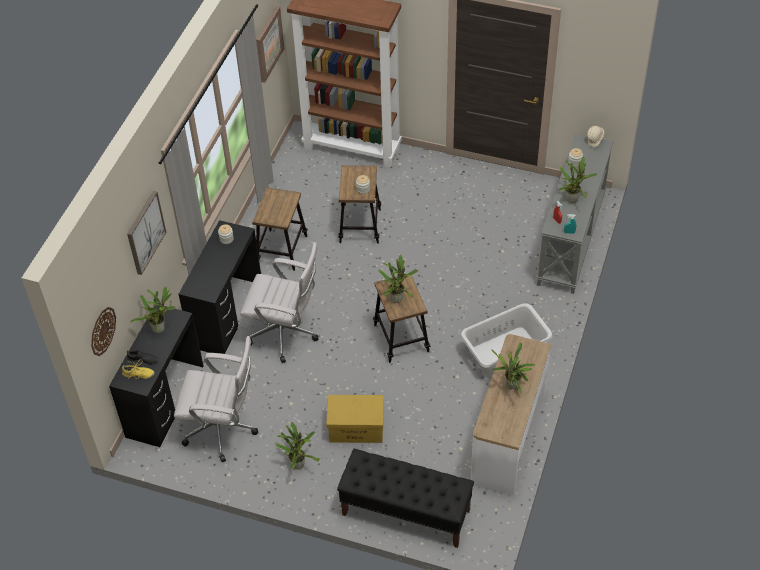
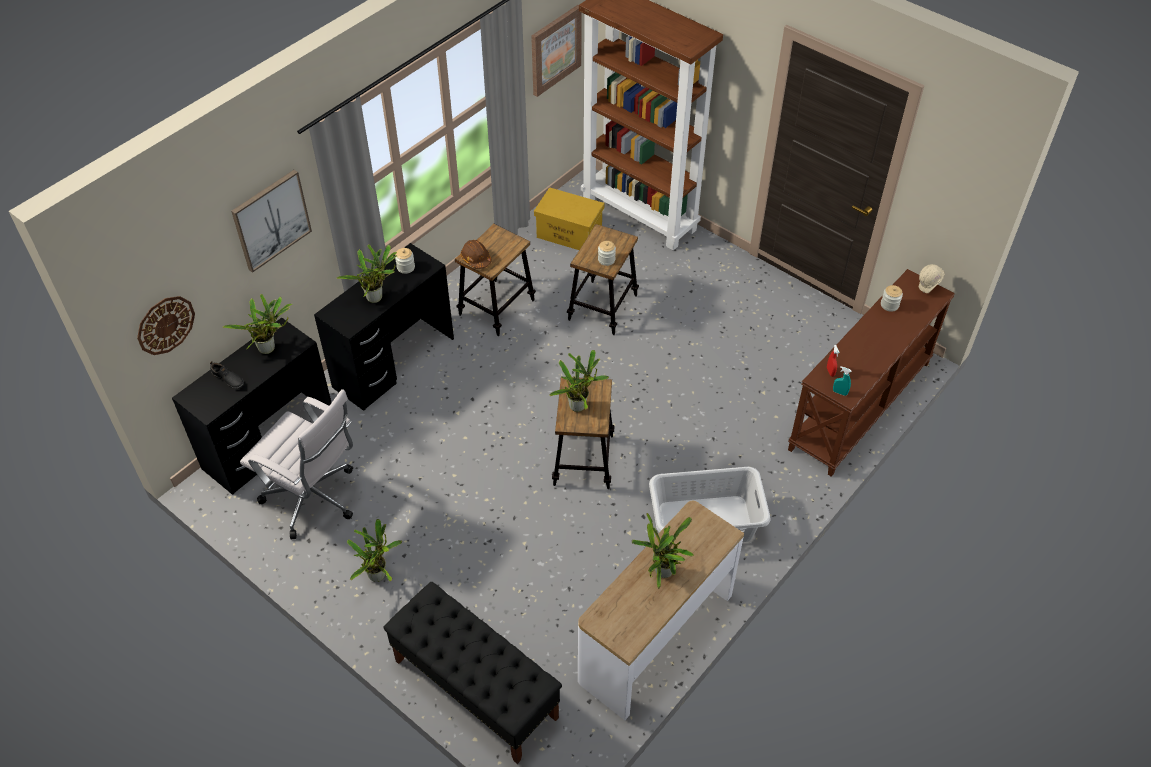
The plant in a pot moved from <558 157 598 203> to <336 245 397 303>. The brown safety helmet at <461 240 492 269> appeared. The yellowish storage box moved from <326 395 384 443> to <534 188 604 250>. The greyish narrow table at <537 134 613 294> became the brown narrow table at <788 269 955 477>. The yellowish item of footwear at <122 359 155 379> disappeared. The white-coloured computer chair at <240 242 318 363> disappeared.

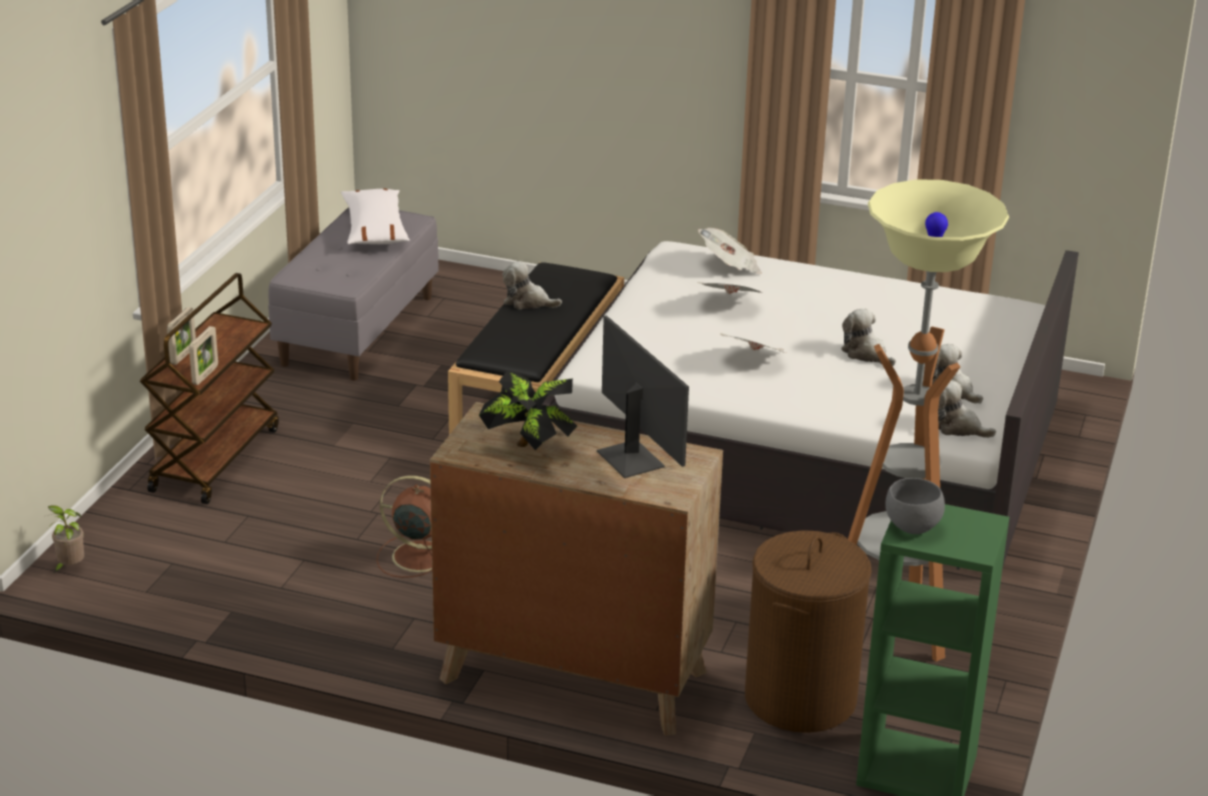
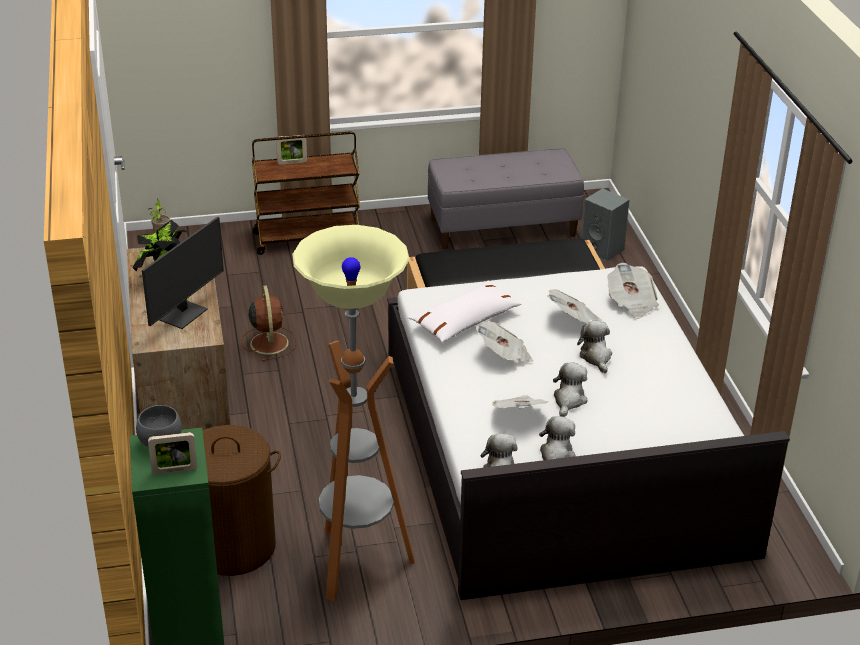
The standing frame moved from <189 326 218 385> to <148 432 197 475>. The white-coloured pillow moved from <341 189 410 244> to <407 280 521 342>. The daily paper at <492 395 549 408> appeared. The cuddly toy moved from <503 261 562 309> to <577 320 612 373>. The greyish audio speaker at <582 188 629 261> appeared.

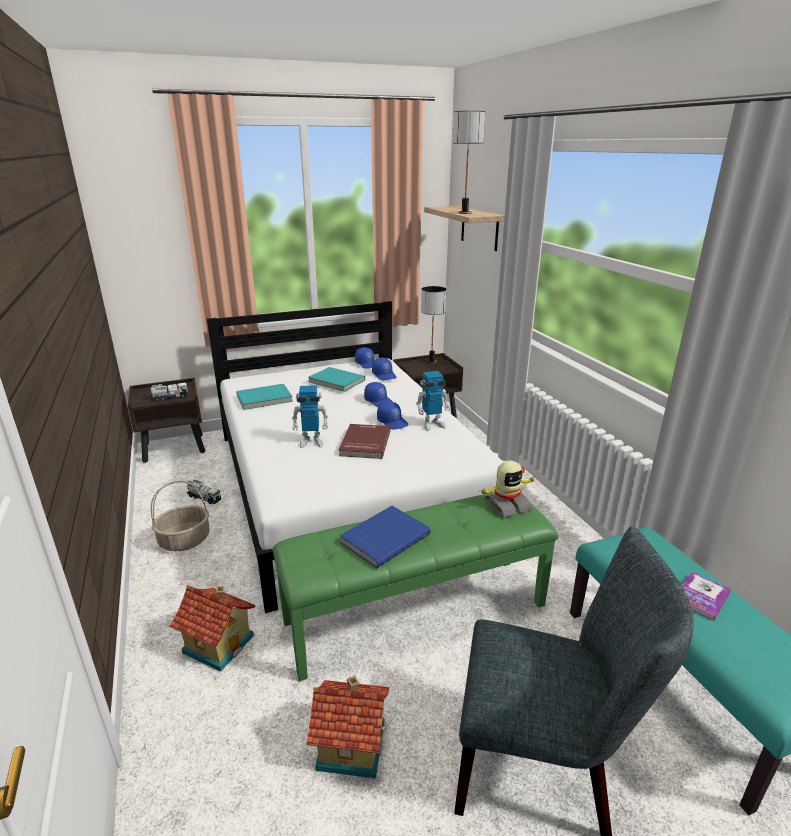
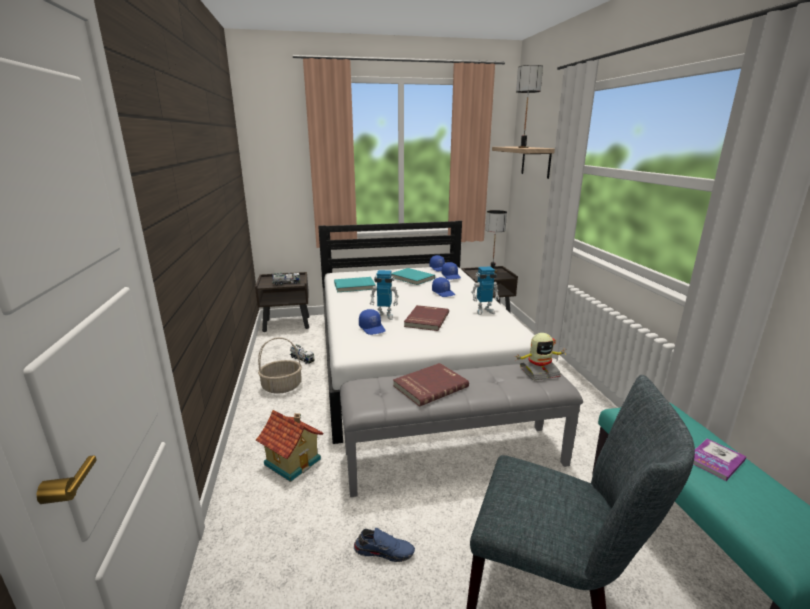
The green indoor bench at <272 492 559 681> became the greyish indoor bench at <340 364 583 497>. The model house at <306 676 389 778> was replaced by the bluish item of footwear at <354 528 415 562>. The bluish peaked cap moved from <377 401 409 430> to <359 309 386 335>. The bluish book at <339 506 431 568> became the red book at <393 363 469 407>.

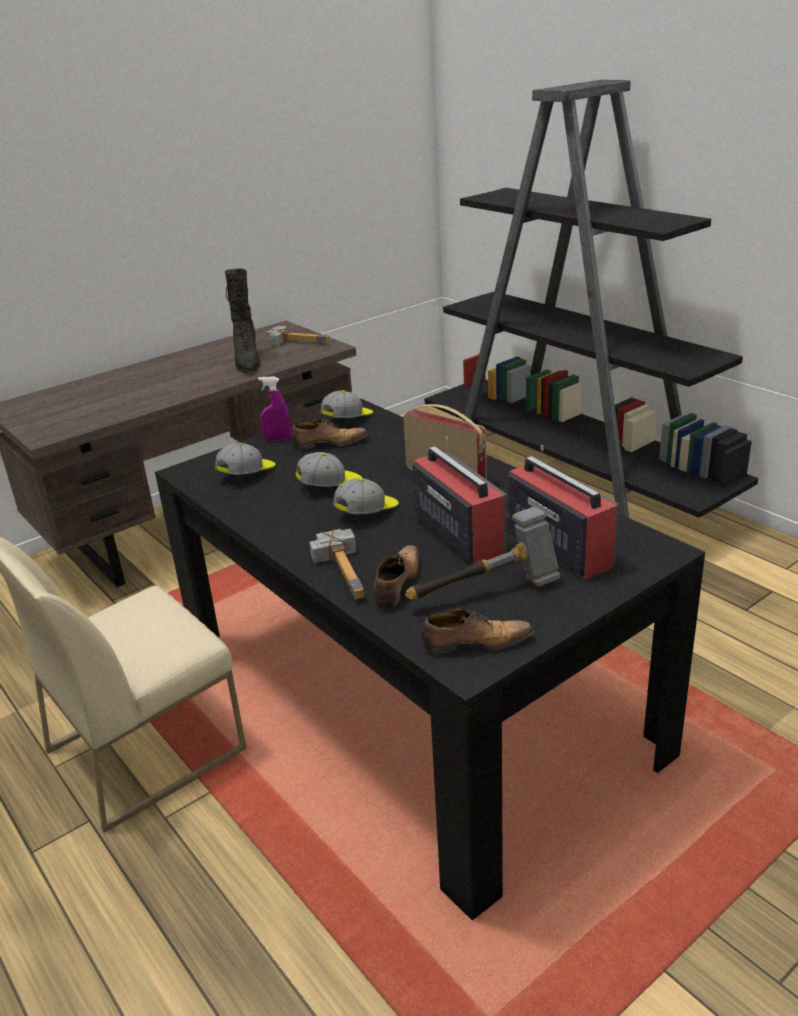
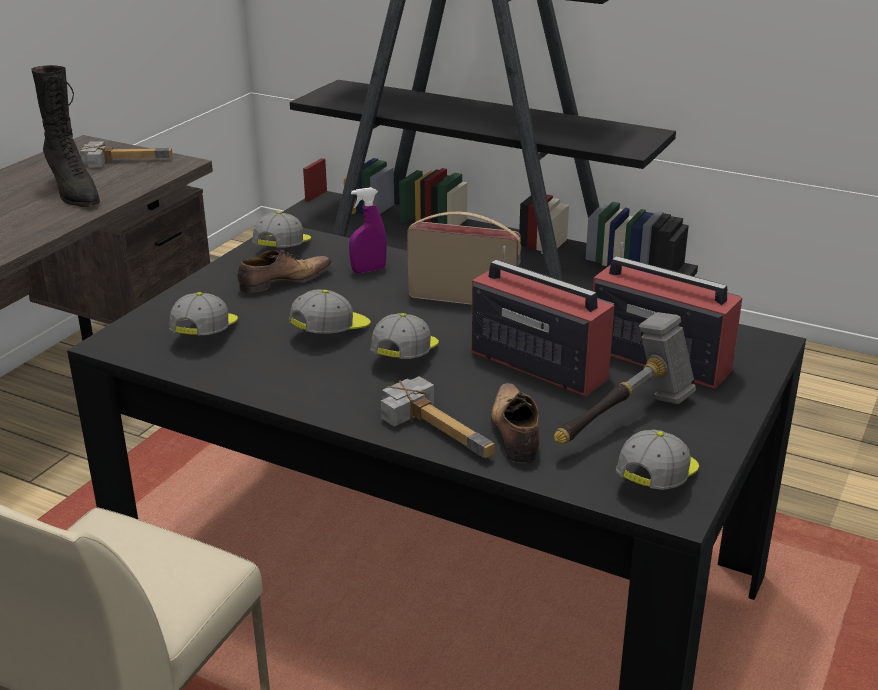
The purple-coloured spray bottle moved from <258 376 291 441> to <349 187 387 273>. The item of footwear at <421 609 534 653> was replaced by the peaked cap at <616 430 699 490>.

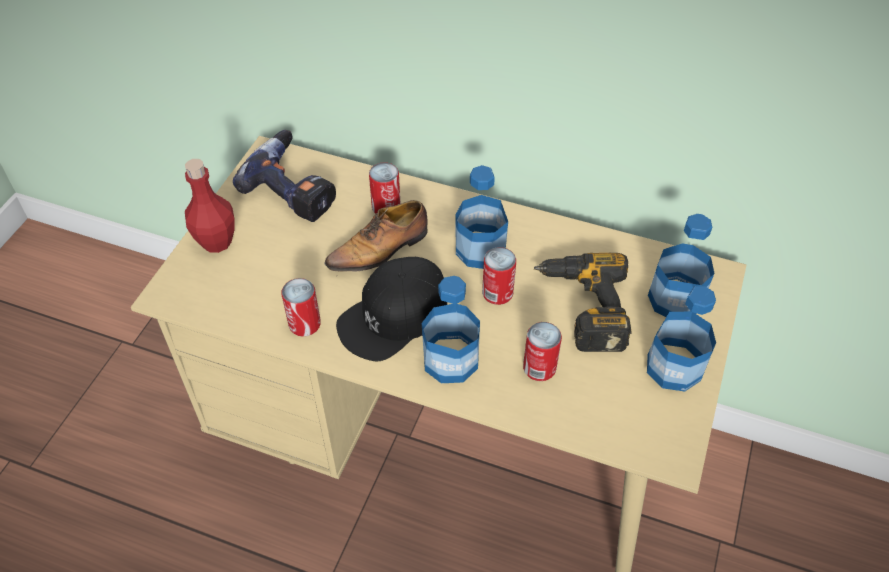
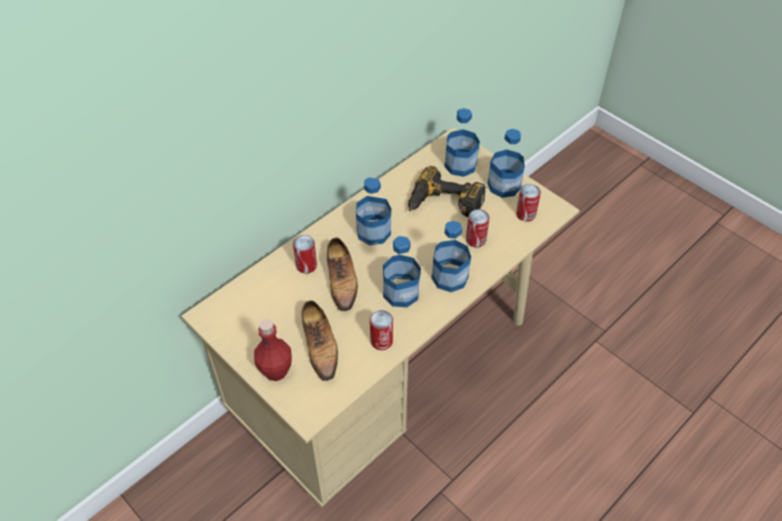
The item of footwear at <302 300 338 381> appeared. The black-coloured peaked cap at <336 257 447 361> was replaced by the beverage bottle at <383 236 421 307>. The sealed can moved from <482 247 516 305> to <516 184 541 222>. The electric drill at <233 130 336 222> disappeared.

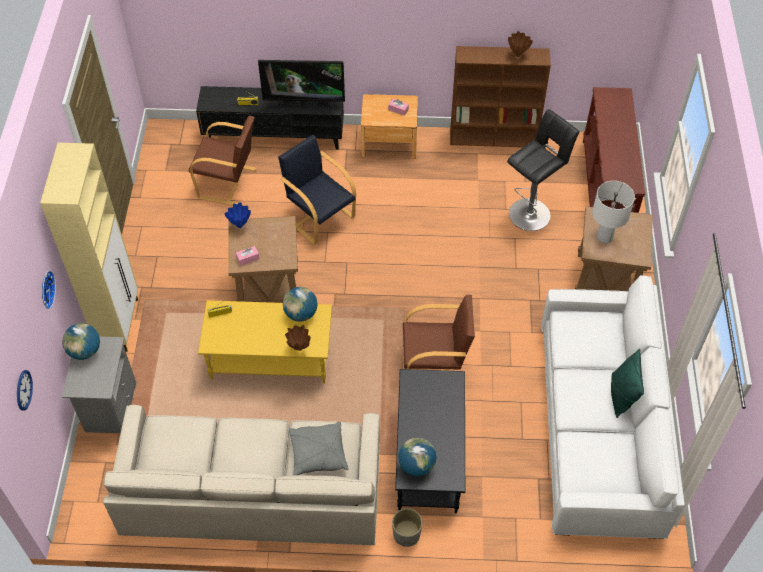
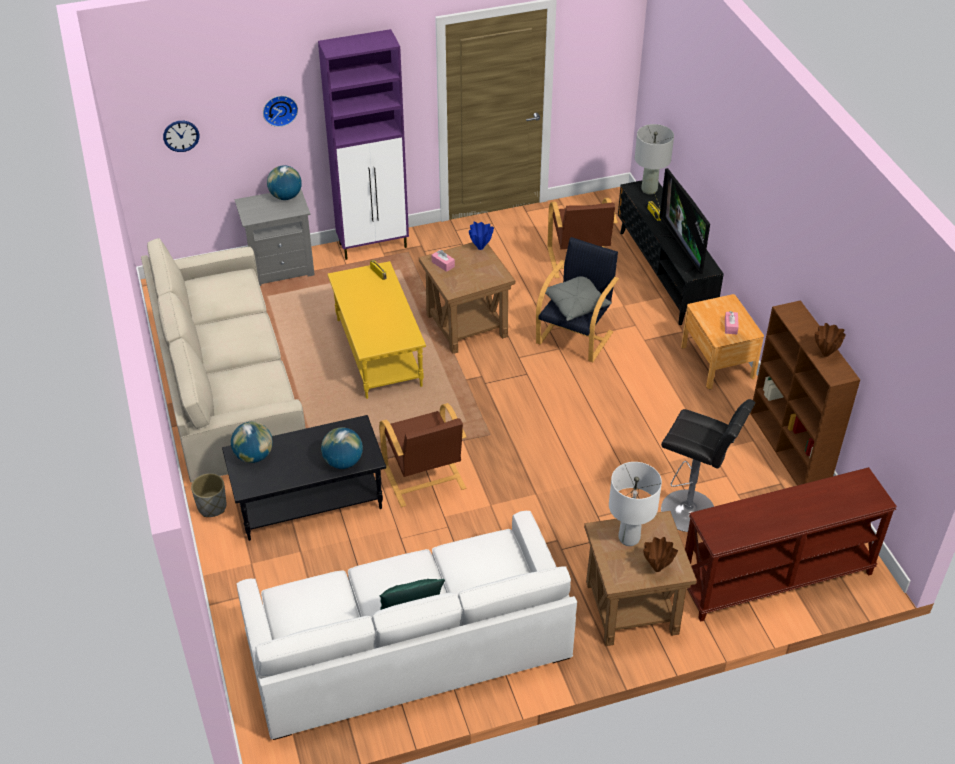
The sand-coloured storage cabinet at <40 143 138 352> became the purple-coloured storage cabinet at <318 29 409 260>. The desk globe moved from <283 287 317 322> to <321 427 363 469>. The greyish pillow moved from <288 421 348 475> to <545 276 612 321>. The greyish table lamp at <635 124 674 194> appeared. The brown decorative vase moved from <285 325 310 351> to <643 537 678 572>.

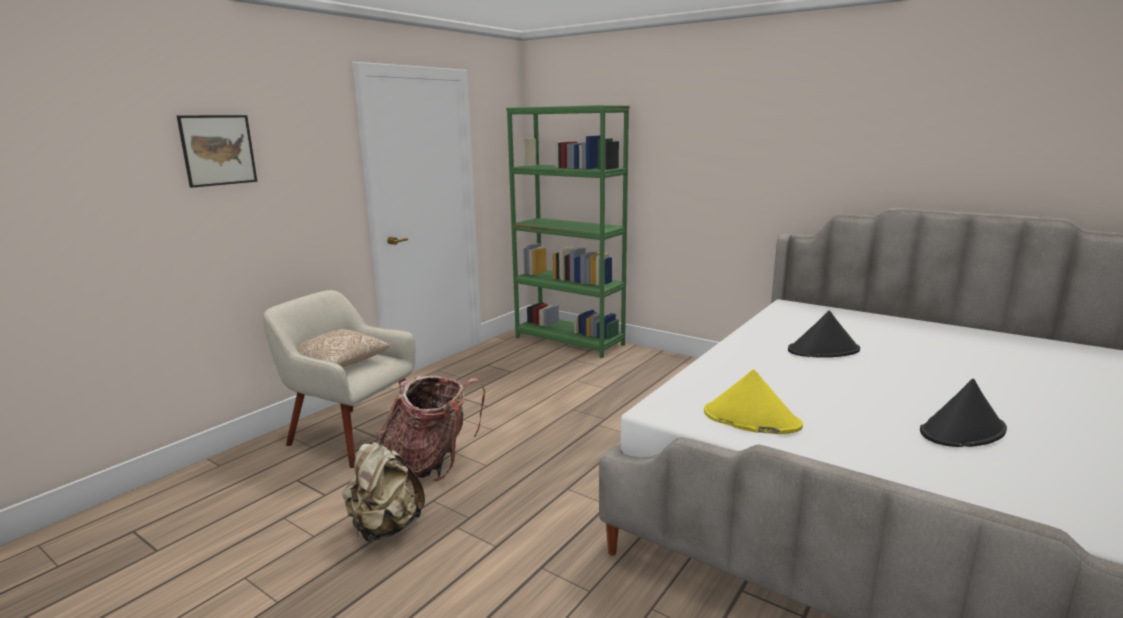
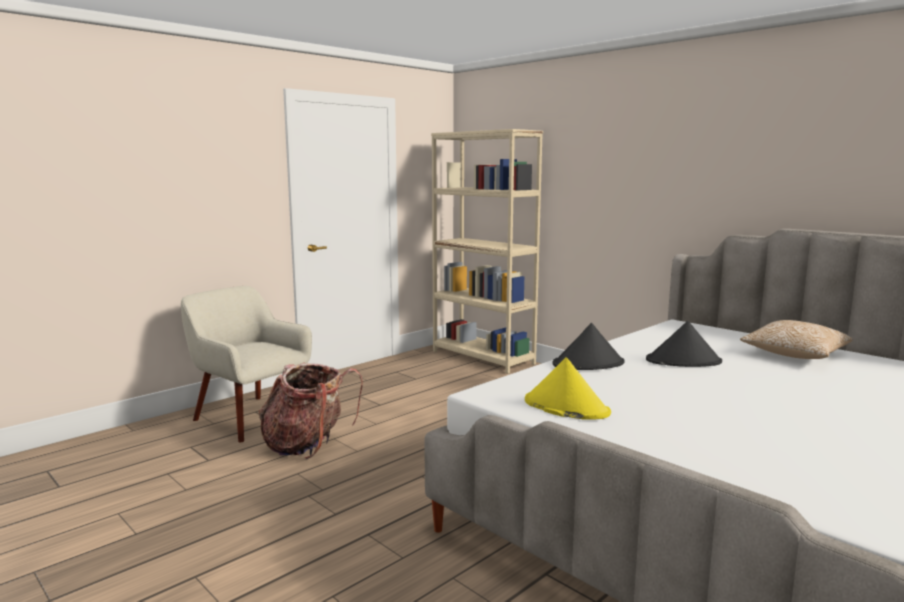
The green bookcase at <506 105 630 358> became the sand-coloured bookcase at <431 129 543 374>. The black-coloured hat moved from <920 379 1007 447> to <553 323 624 370>. The pillow moved from <298 329 390 368> to <740 320 853 359>. The wall art at <177 115 257 188> disappeared. The sand-coloured knapsack at <342 436 425 542> disappeared.

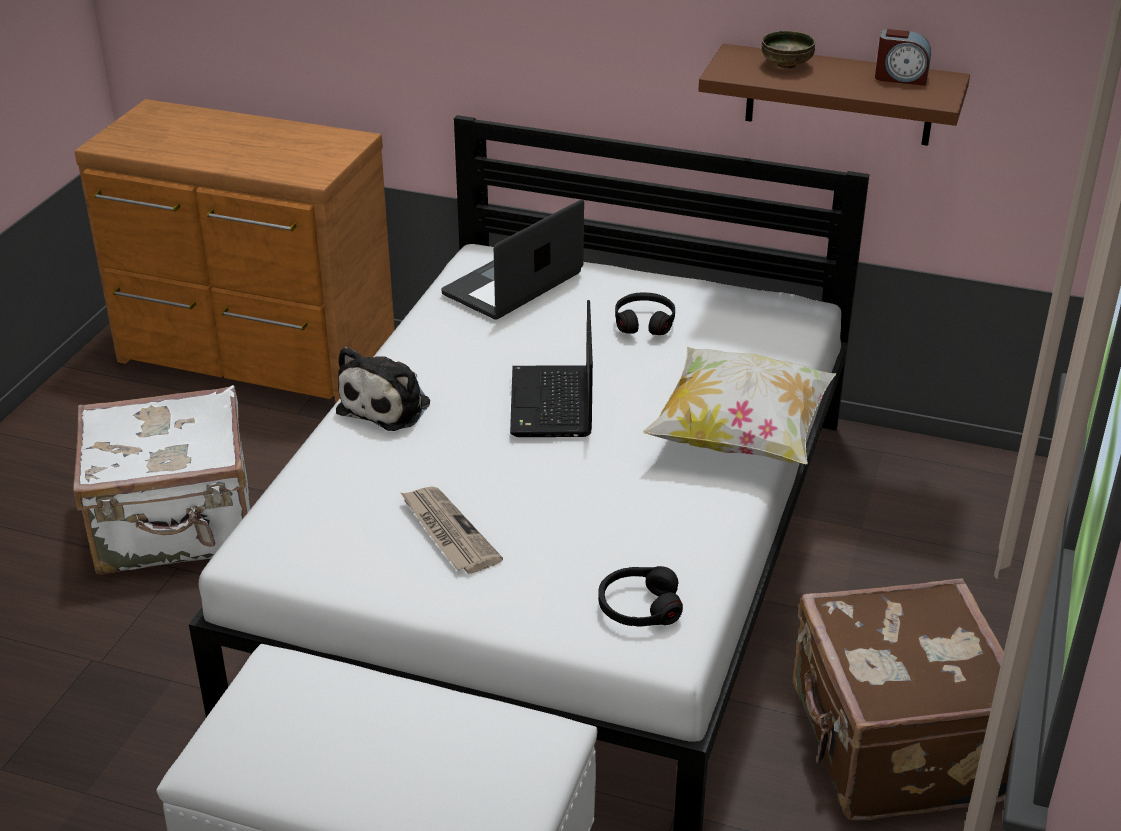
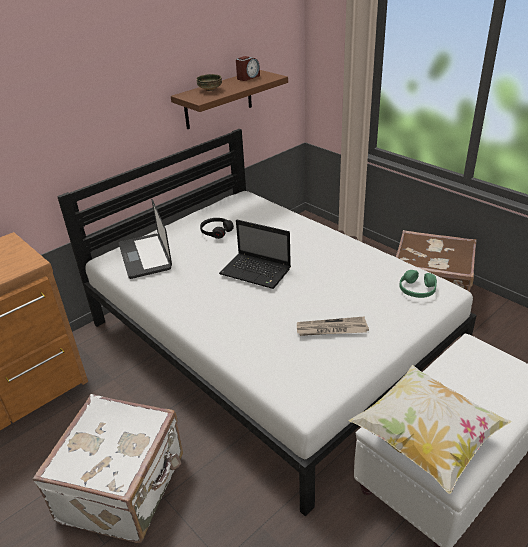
The pillow moved from <643 347 836 464> to <348 365 511 494>. The black-coloured headset at <598 566 683 627> became the green headset at <399 270 437 298>. The cuddly toy at <336 347 430 431> disappeared.

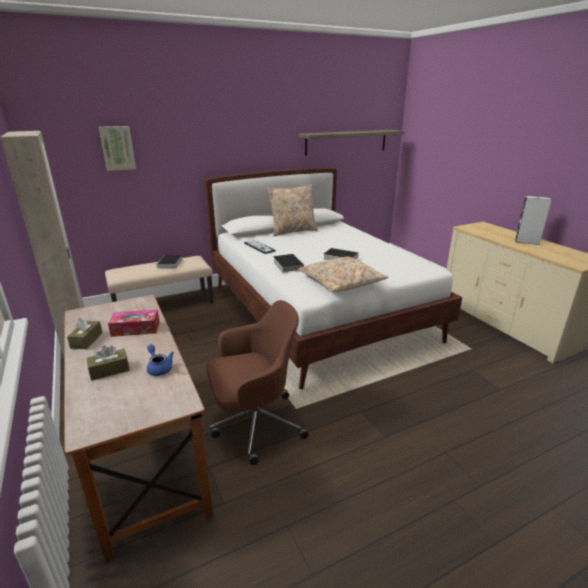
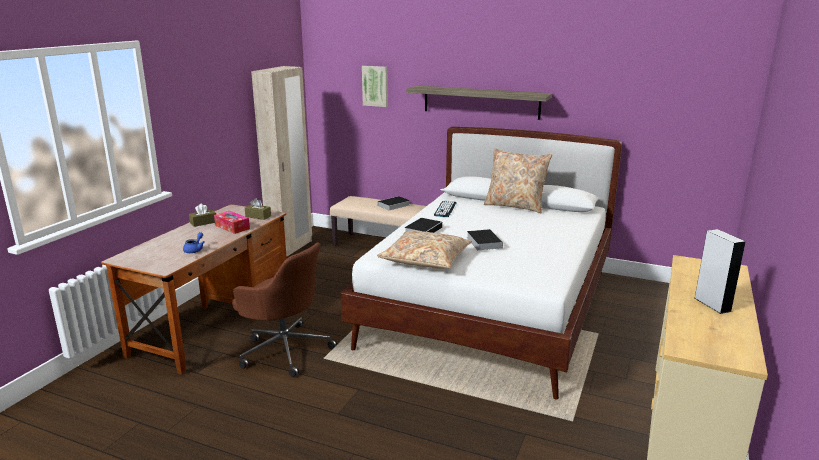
The brown tissue holder moved from <87 345 130 381> to <245 198 271 220>. The bracket shelf moved from <298 130 405 156> to <406 85 552 120>.

